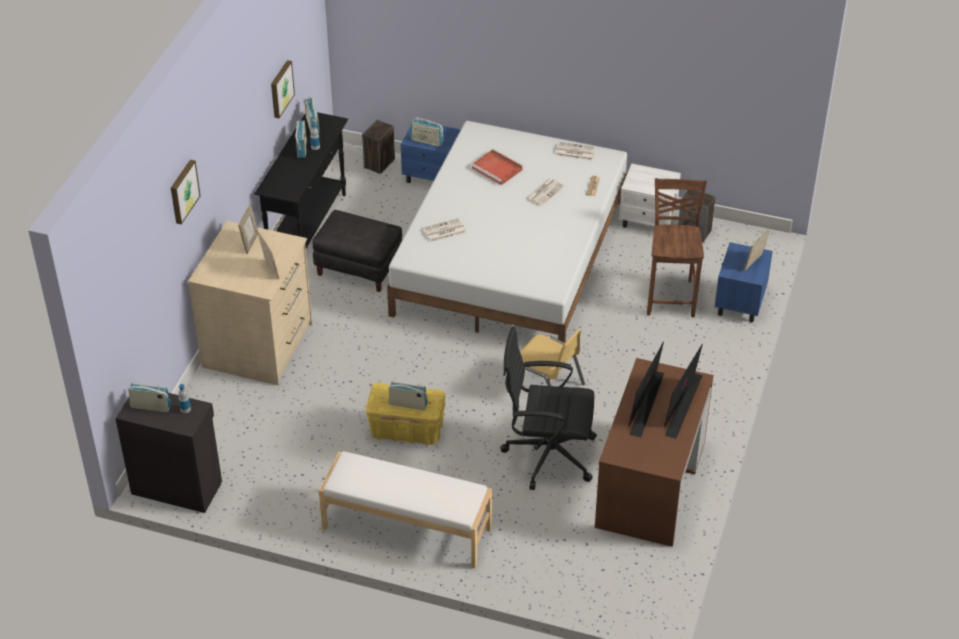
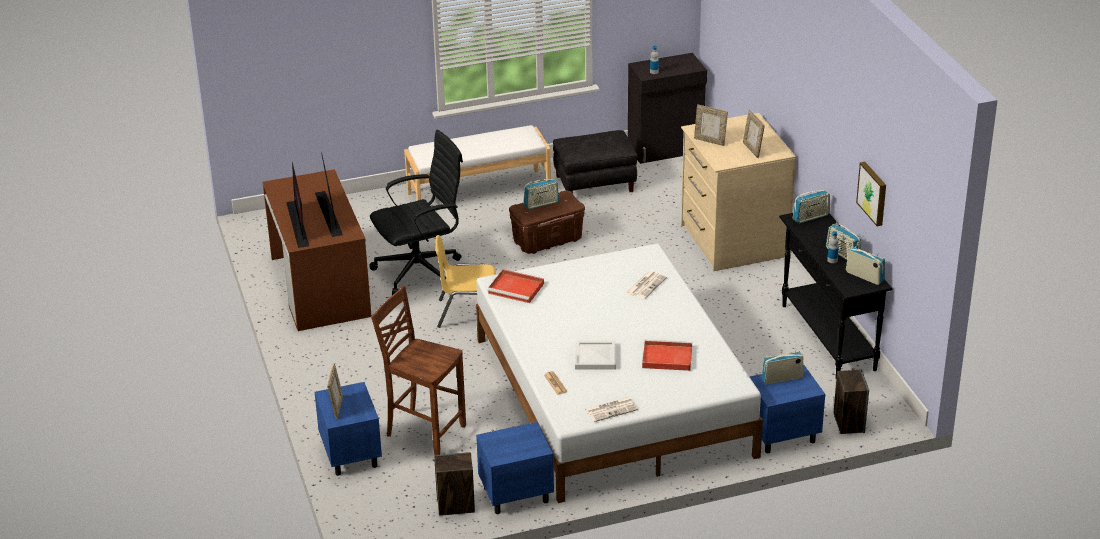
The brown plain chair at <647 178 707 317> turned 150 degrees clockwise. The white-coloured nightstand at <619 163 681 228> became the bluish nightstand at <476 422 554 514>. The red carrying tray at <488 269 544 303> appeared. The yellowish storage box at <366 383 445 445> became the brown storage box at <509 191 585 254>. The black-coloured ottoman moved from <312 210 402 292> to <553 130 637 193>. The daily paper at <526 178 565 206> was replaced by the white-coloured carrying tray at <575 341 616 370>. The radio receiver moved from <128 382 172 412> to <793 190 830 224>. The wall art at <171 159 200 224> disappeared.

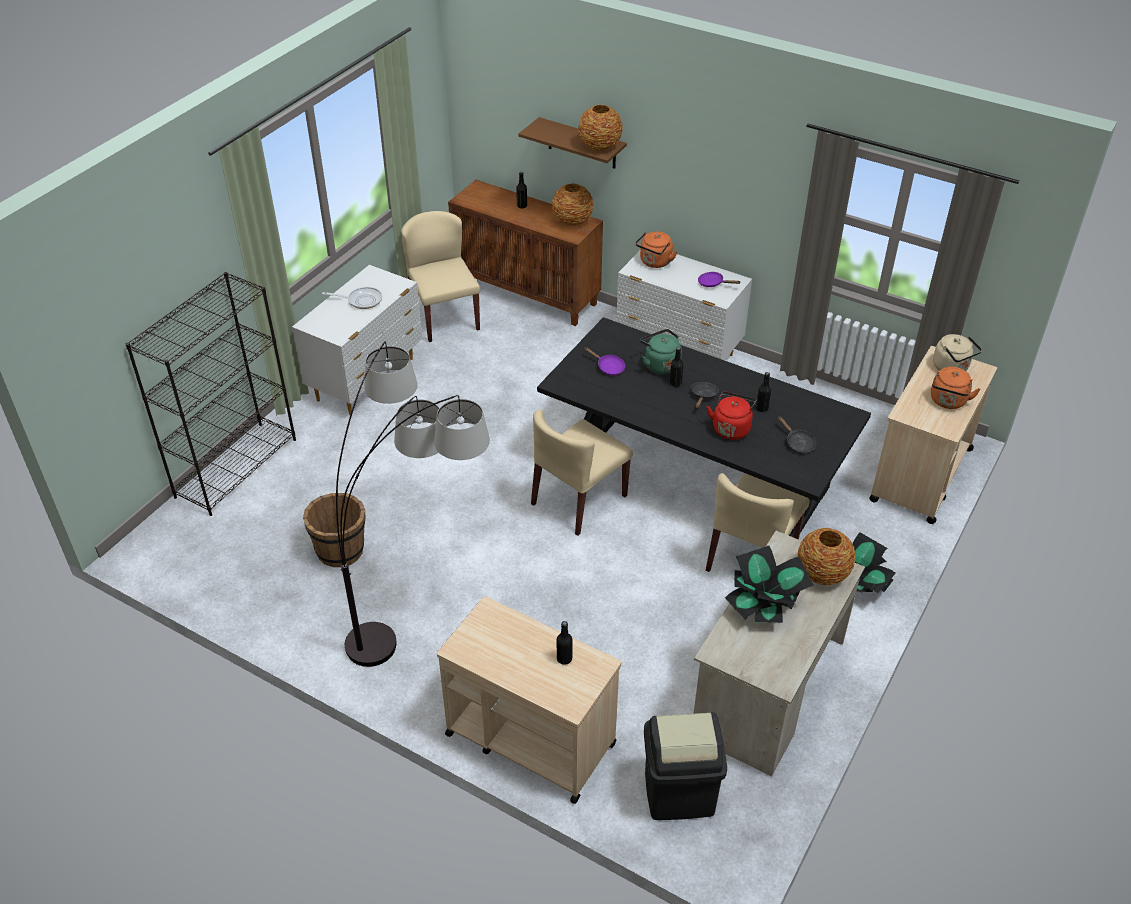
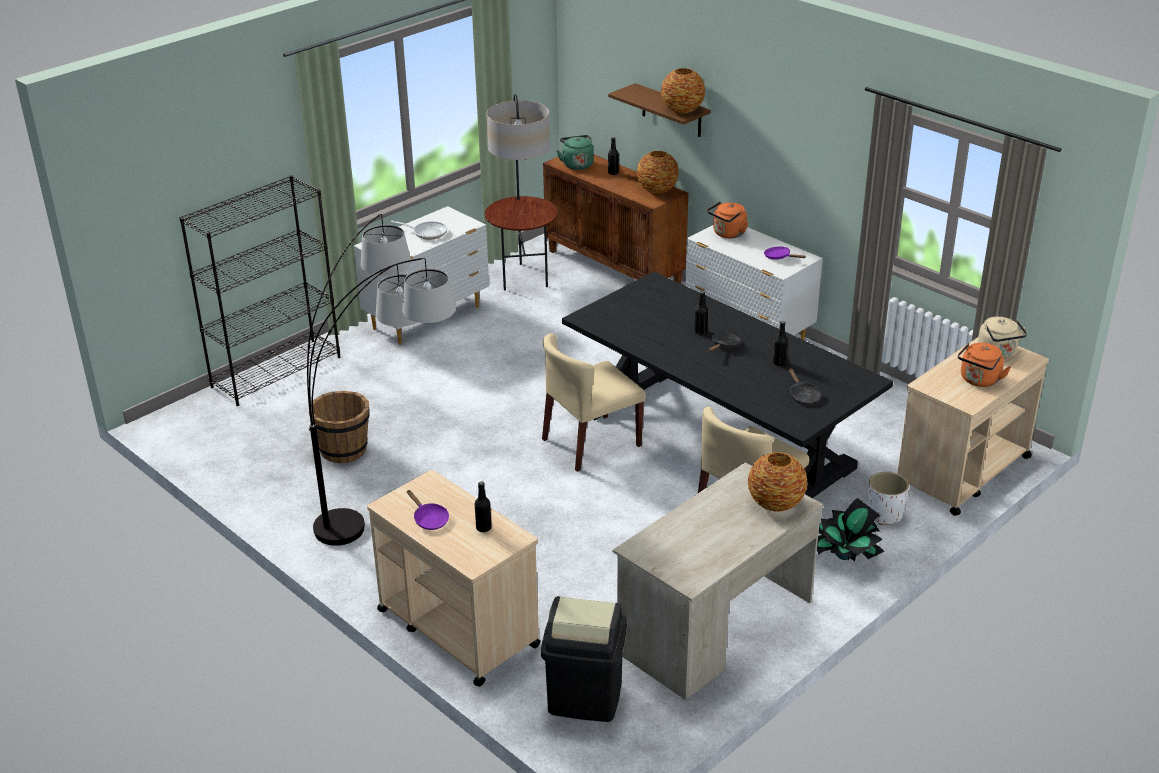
The purple-coloured pan moved from <584 347 625 375> to <407 490 449 530>. The sand-coloured plain chair at <401 211 480 342> was replaced by the floor lamp at <485 94 558 290>. The green water kettle moved from <640 329 682 375> to <556 135 594 170>. The white-coloured flower pot at <867 472 909 525> appeared. The red water kettle at <707 391 757 440> disappeared. The plant in a pot at <725 546 814 623> disappeared.

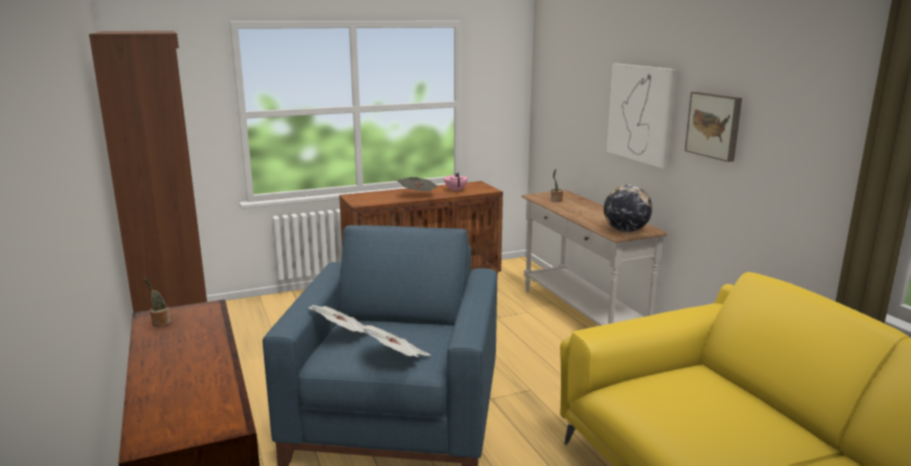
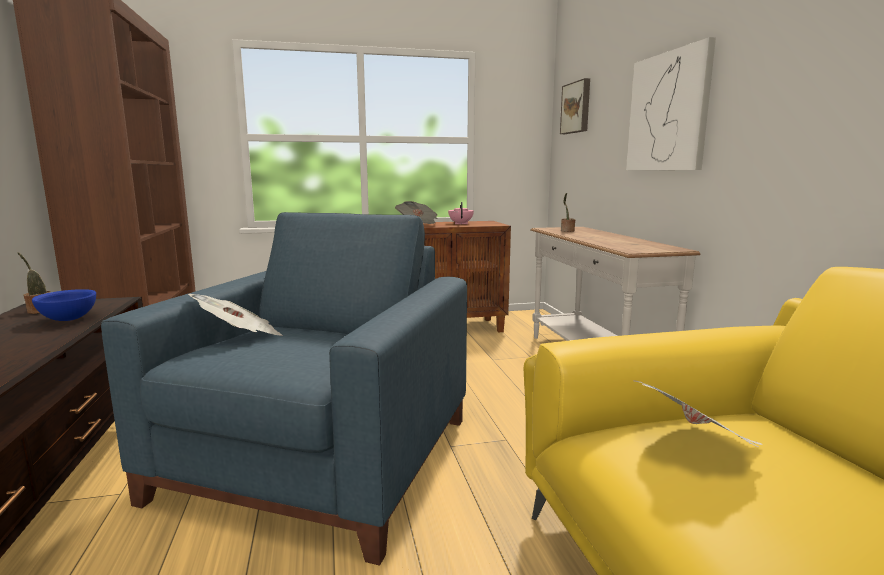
The bluish bowl at <32 289 96 321> appeared. The wall art moved from <685 92 742 162> to <560 78 590 134>. The daily paper moved from <359 325 431 357> to <632 380 763 447>. The desk globe at <604 185 652 232> disappeared.

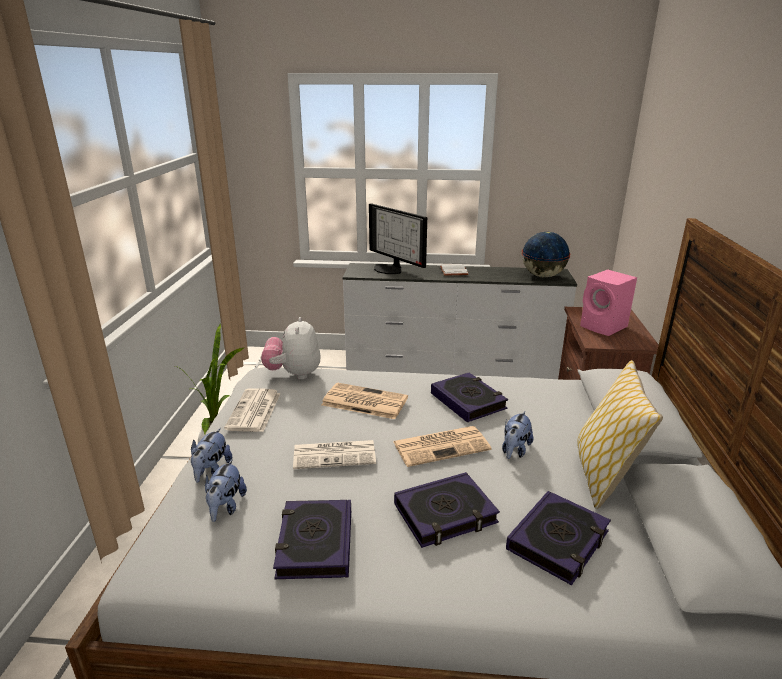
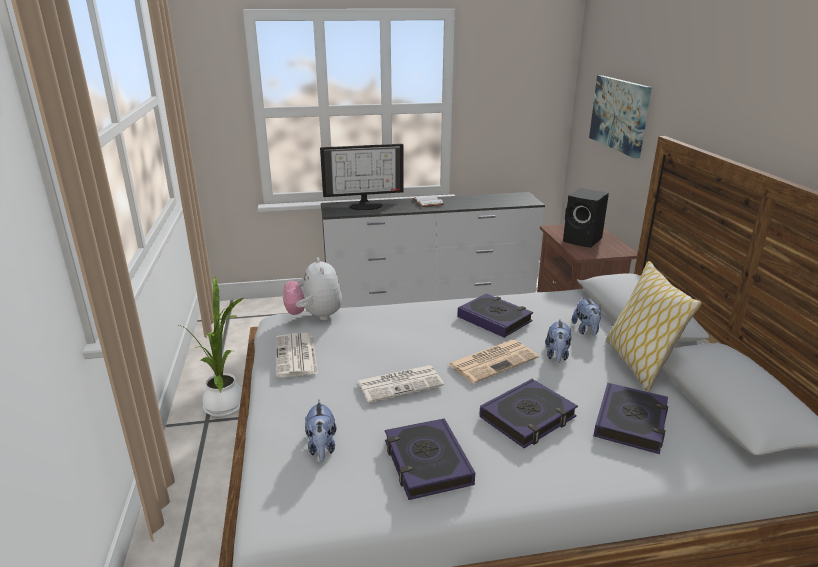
The computer screen at <369 203 427 274> turned 45 degrees counterclockwise. The pinkish audio speaker at <580 269 637 336> became the black-coloured audio speaker at <563 188 609 248>. The cuddly toy moved from <191 428 232 483> to <572 297 601 337>. The wall art at <589 75 652 159> appeared. The daily paper at <321 383 408 419> disappeared. The desk globe at <522 232 570 278> disappeared.

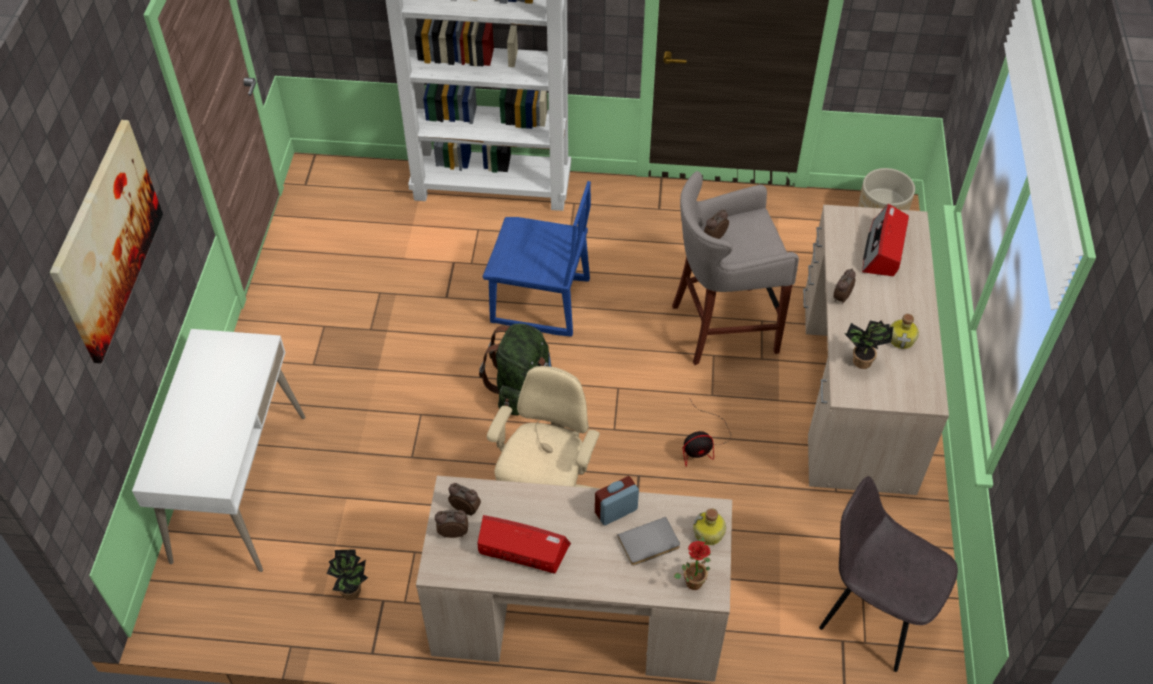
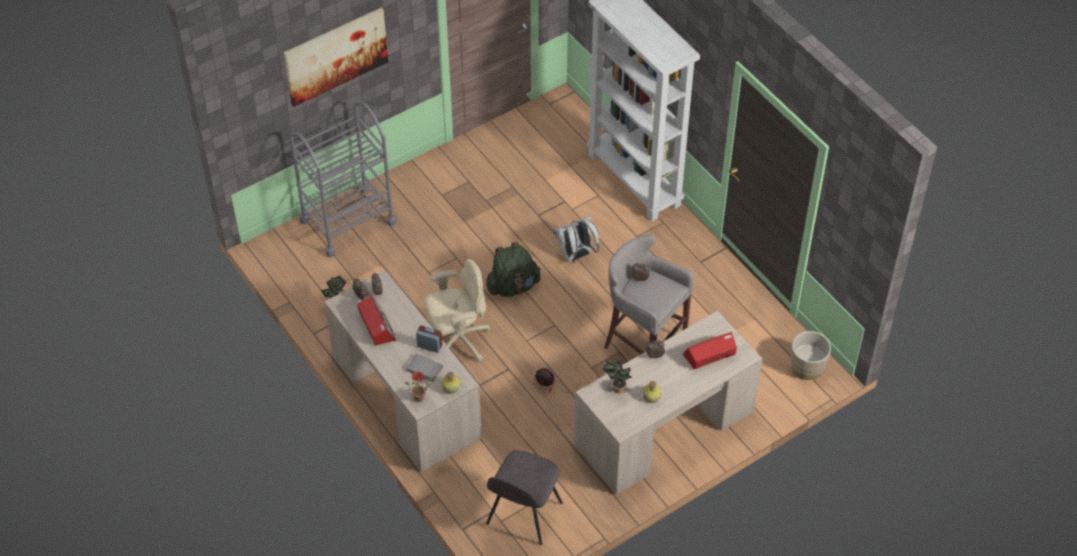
The white-coloured desk unit at <132 329 305 572> was replaced by the greyish wheeled cart at <289 101 397 258>. The greyish plain chair at <819 476 958 672> turned 150 degrees counterclockwise. The bluish plain chair at <482 181 591 337> was replaced by the white-coloured knapsack at <554 216 599 263>.

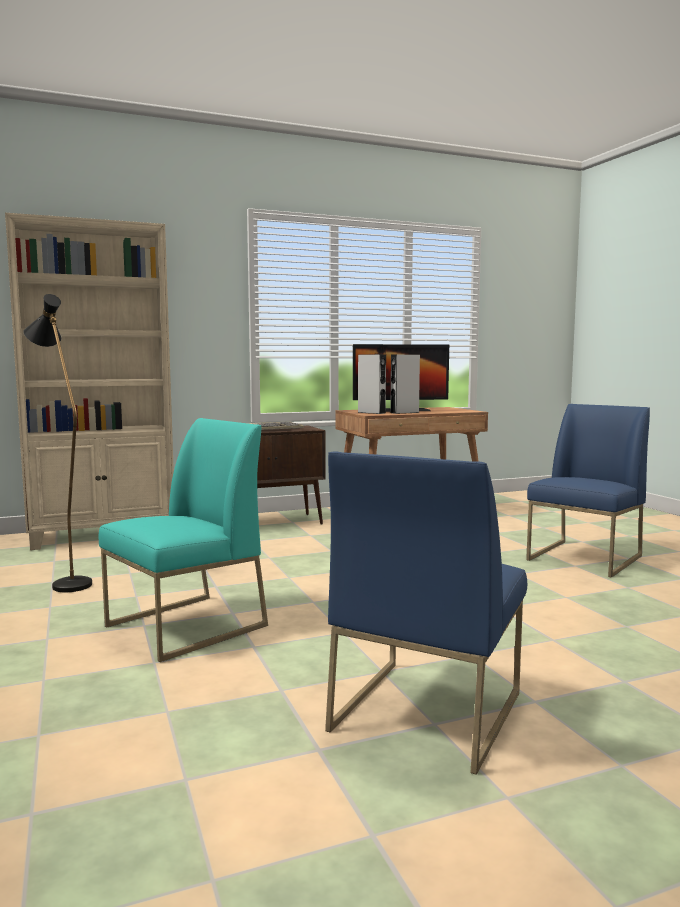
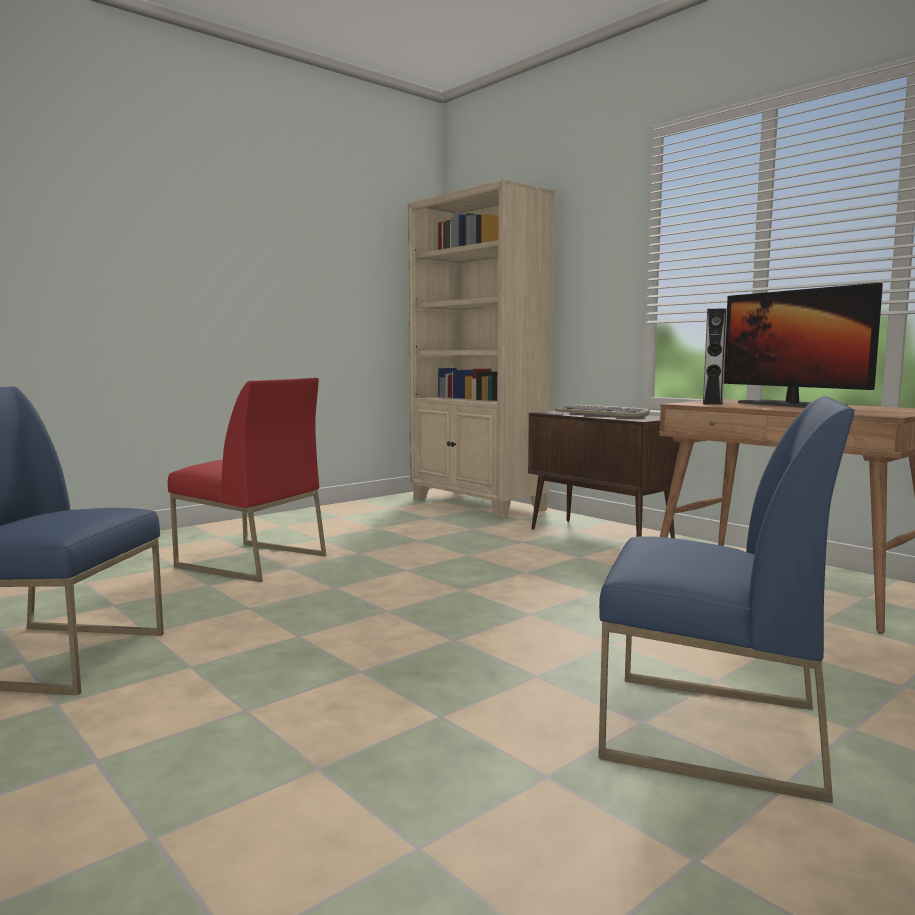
The turquoise-coloured plain chair at <99 418 268 662> became the red plain chair at <168 378 326 582>. The black-coloured floor lamp at <23 294 92 592> disappeared. The greyish audio speaker at <390 354 420 414> disappeared.

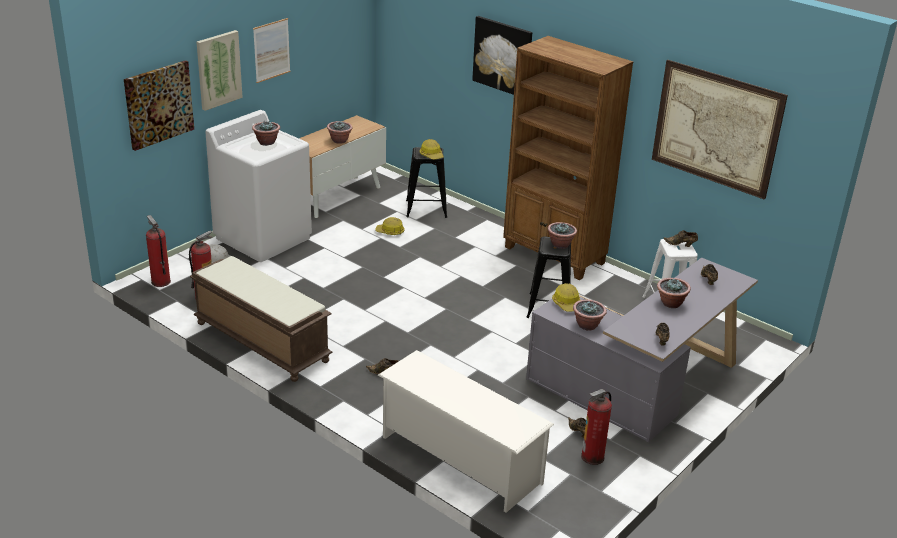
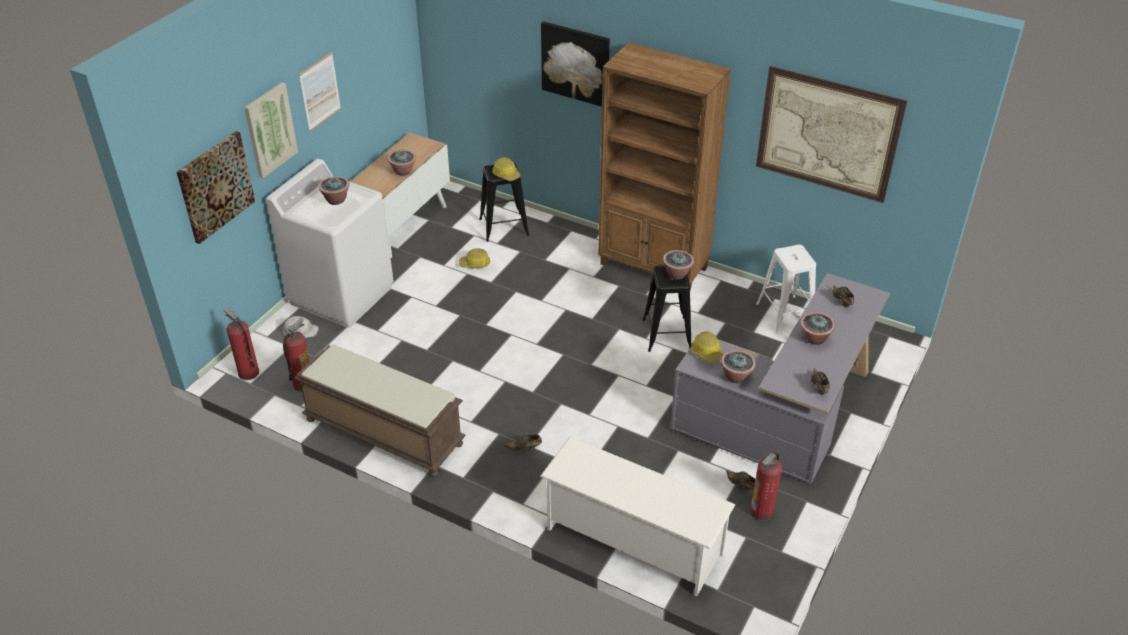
The brown item of footwear at <664 230 698 247> disappeared.

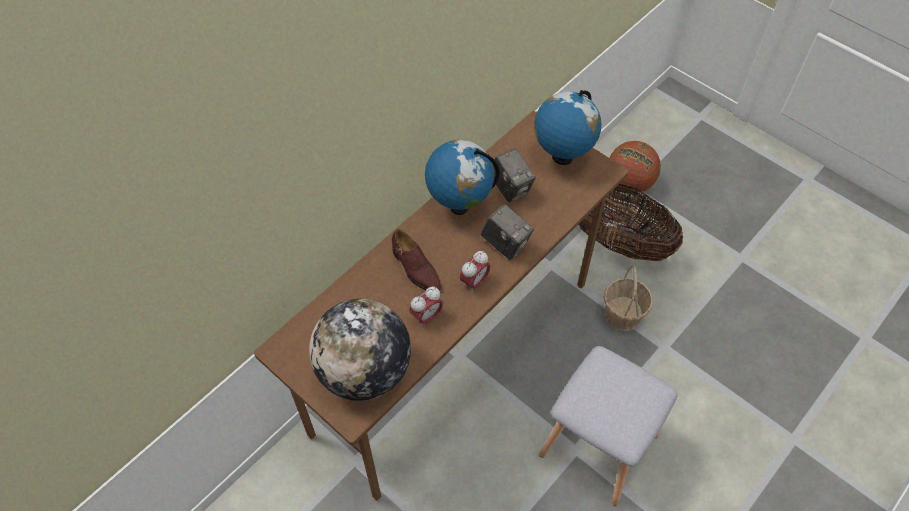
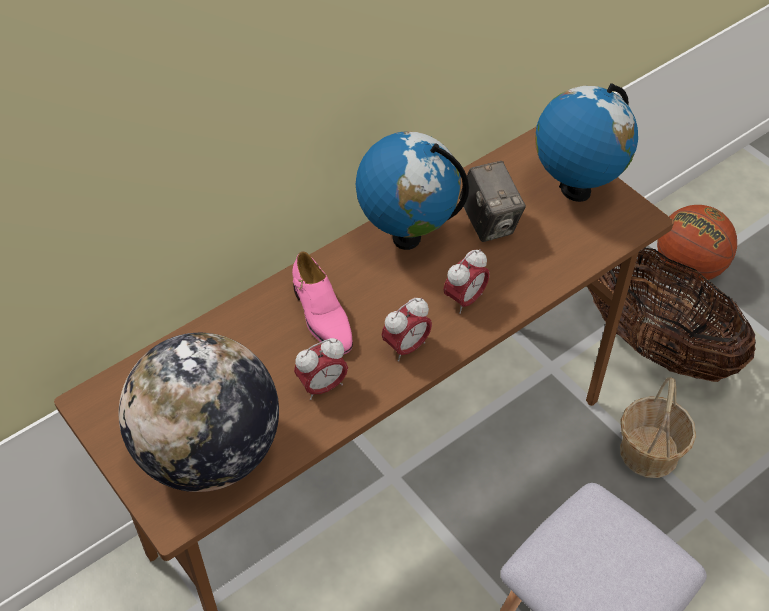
The brown item of footwear at <392 229 441 291> became the pinkish item of footwear at <292 252 353 354>. The photo camera at <480 204 534 260> was replaced by the table clock at <443 249 490 314>.

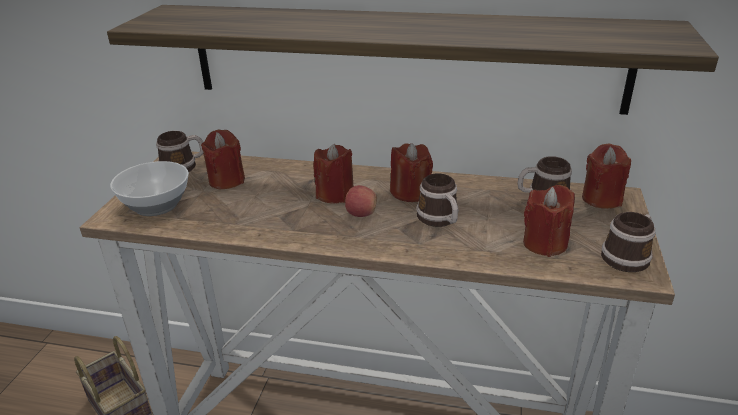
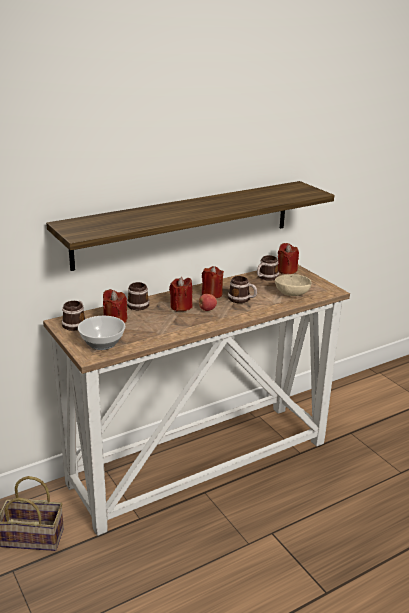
The tea mug moved from <601 212 655 272> to <127 282 150 310>. The red wax candle at <523 185 575 257> was replaced by the sand-coloured bowl at <275 274 312 296>.

